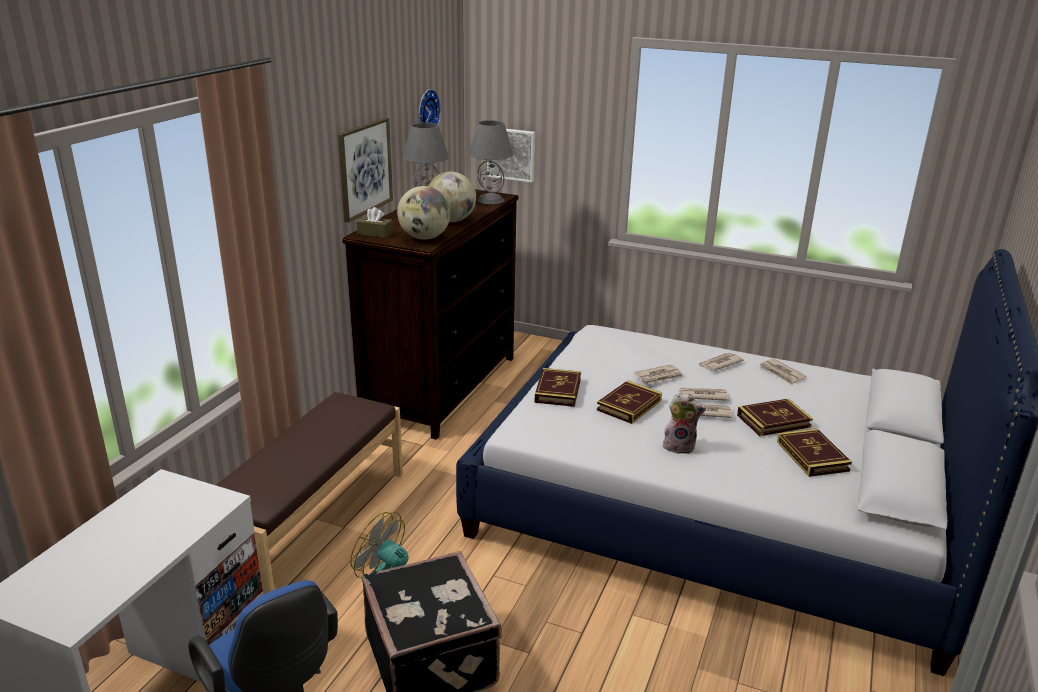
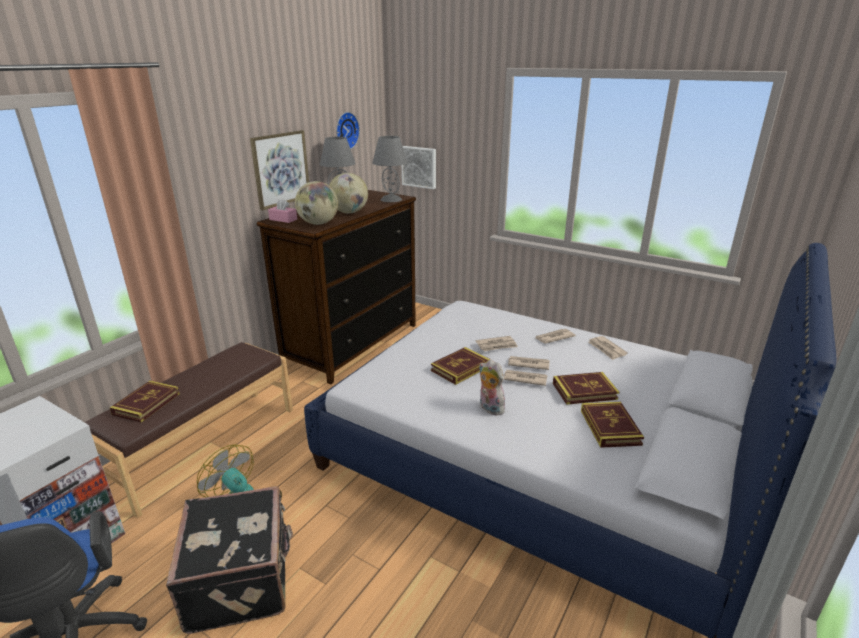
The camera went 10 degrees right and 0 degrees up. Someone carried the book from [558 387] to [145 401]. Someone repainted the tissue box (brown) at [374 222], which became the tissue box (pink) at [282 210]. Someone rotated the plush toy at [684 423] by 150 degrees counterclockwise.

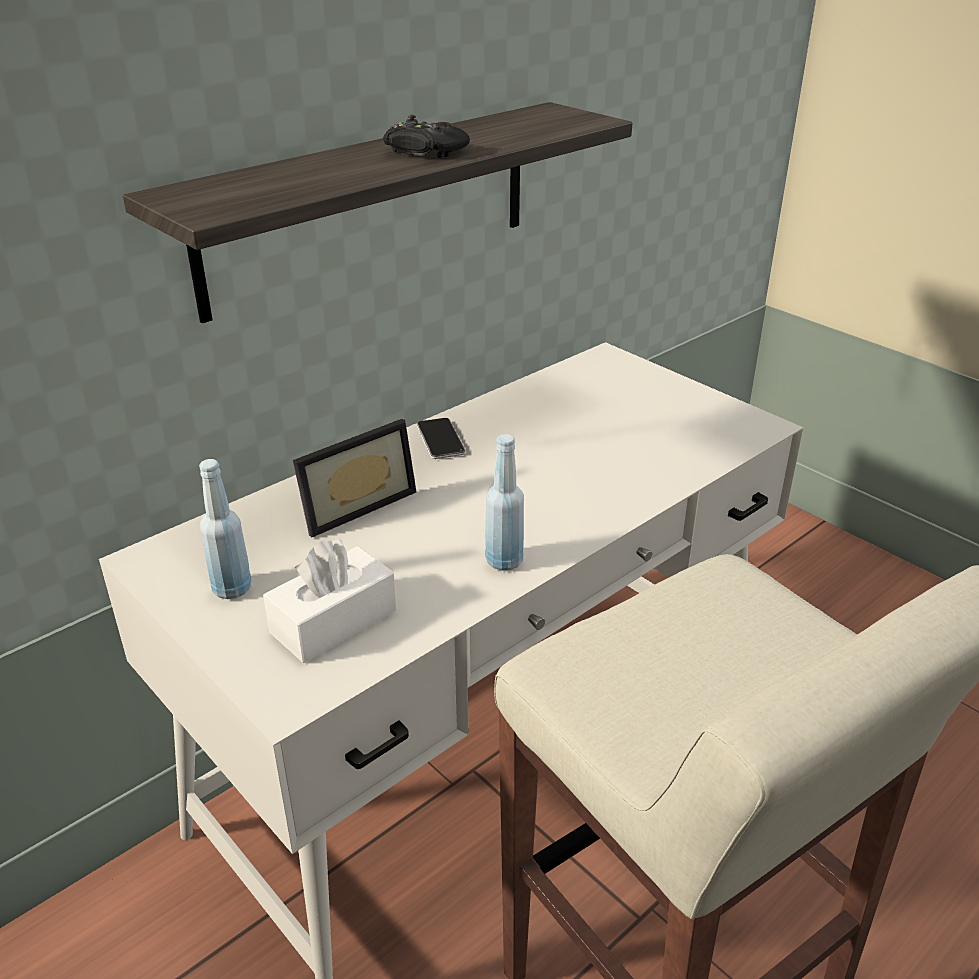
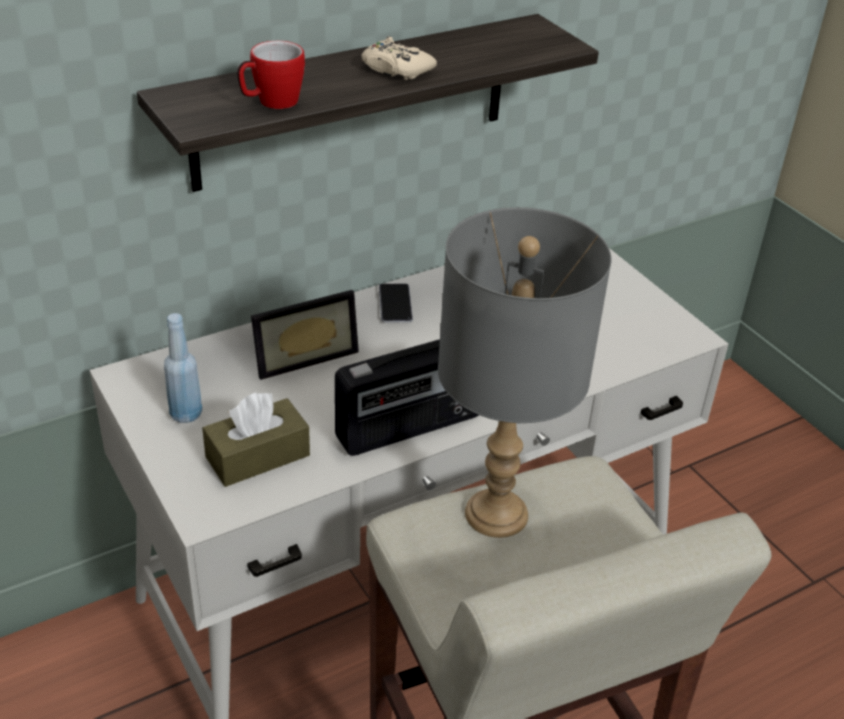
The camera went 10 degrees right and 5 degrees up. Someone repainted the tissue box (white) at [329 601], which became the tissue box (brown) at [256 440]. Someone put down the mug at [271 75]. Someone swapped the bottle (blue) at [504 502] for the radio at [407 397]. Someone repainted the game controller (black) at [426 136], which became the game controller (beige) at [399 58]. Someone put down the table lamp (grey) at [525 372].

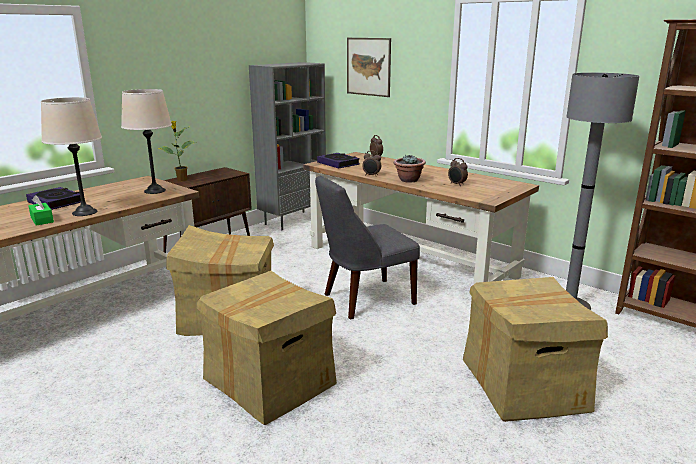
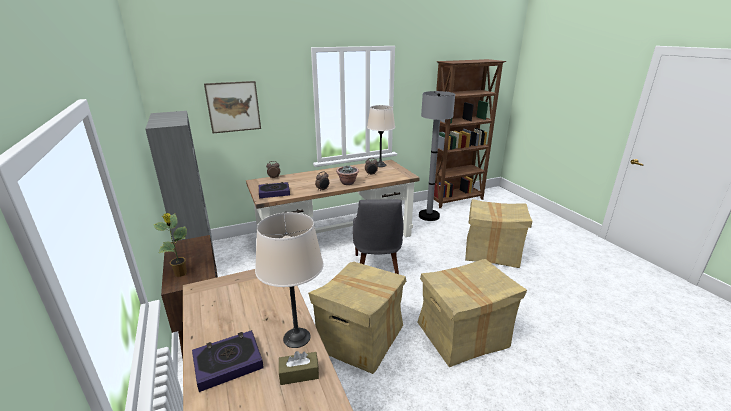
The camera went 65 degrees left and 5 degrees up. Someone repainted the tissue box (green) at [41 210], which became the tissue box (brown) at [299 368]. Someone carried the table lamp (beige) from [146 141] to [381 136].

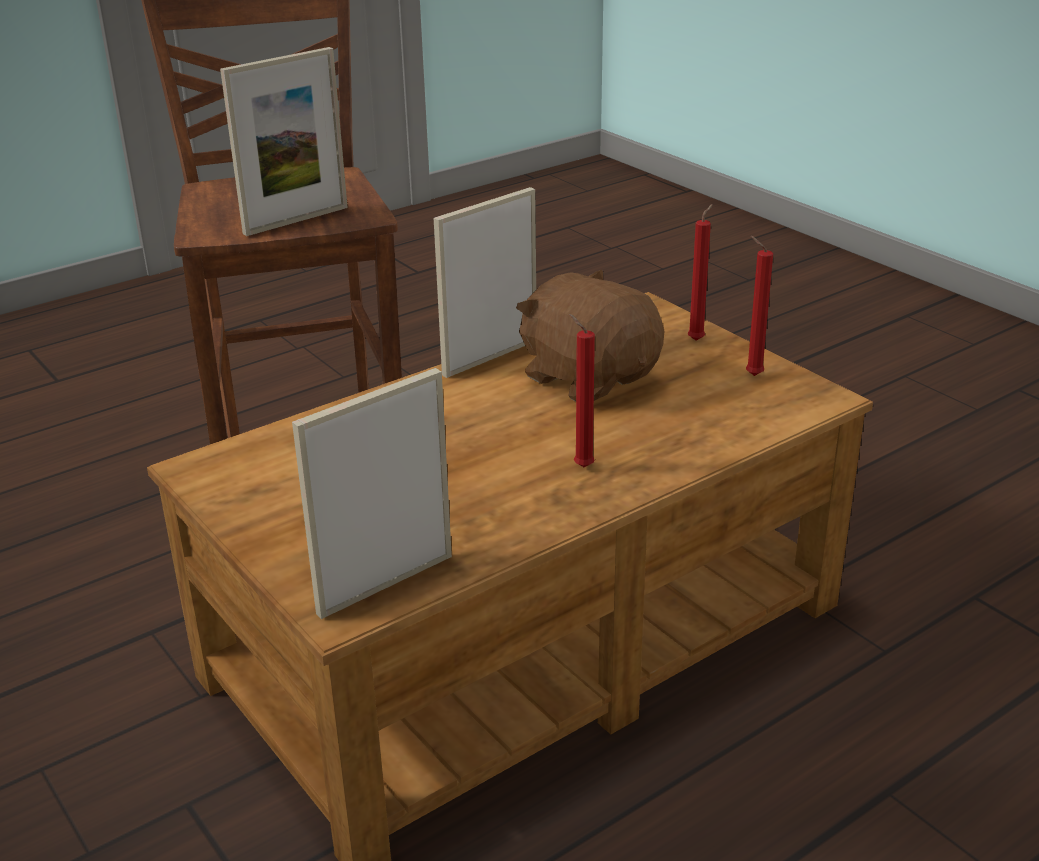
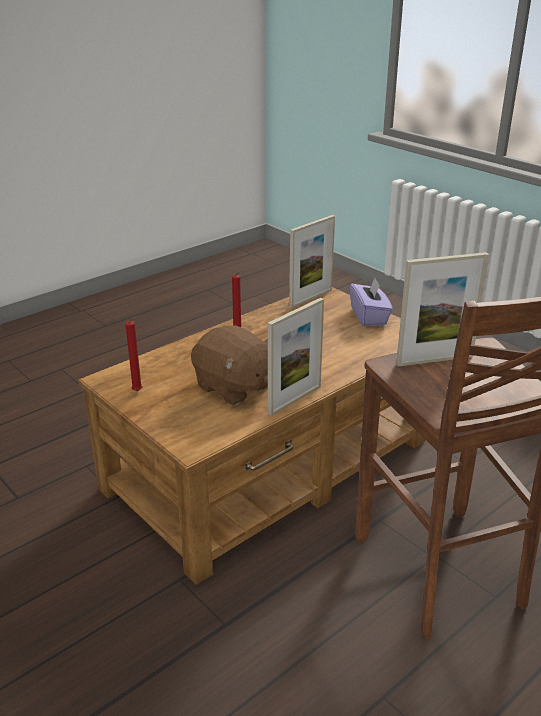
The camera went 175 degrees right and 0 degrees up. Someone put down the tissue box (purple) at [371 302]. Someone rotated the picture frame at [284 141] by 150 degrees counterclockwise. Someone took away the candle (red) at [700 272].

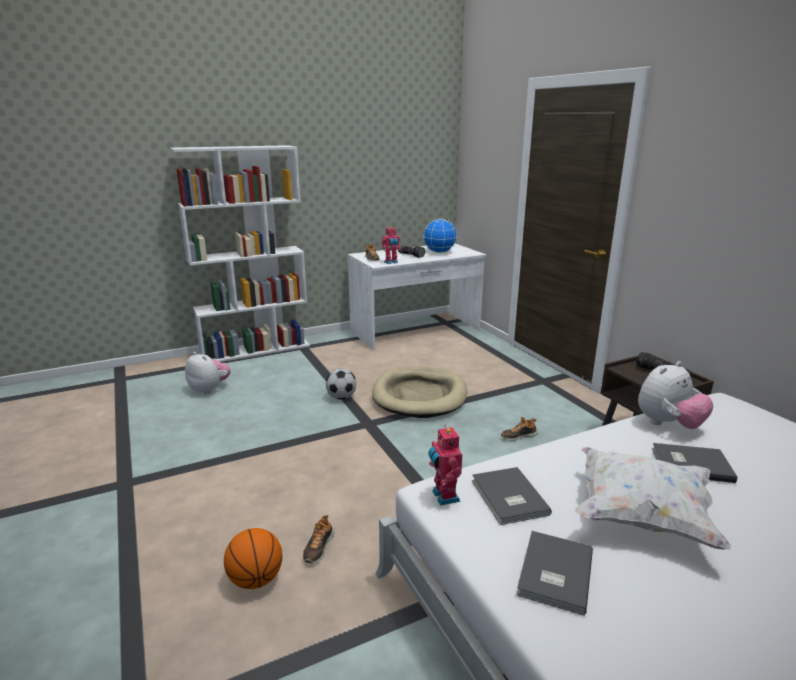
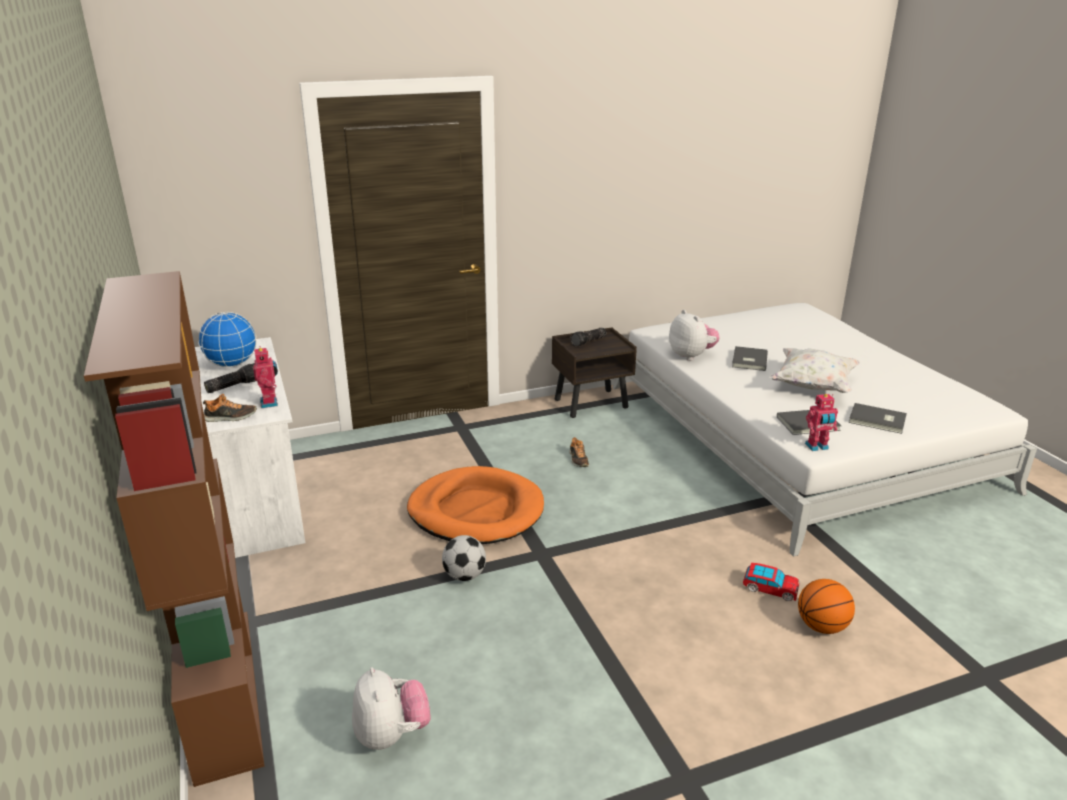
The camera went 85 degrees left and 5 degrees up. Someone repainted the bookcase (white) at [240 253], which became the bookcase (brown) at [174 529]. Someone rotated the plush toy at [208 373] by 120 degrees clockwise. Someone repainted the dog bed (beige) at [419 392], which became the dog bed (orange) at [475 505]. Someone swapped the shoe at [319 539] for the toy car at [771 582].

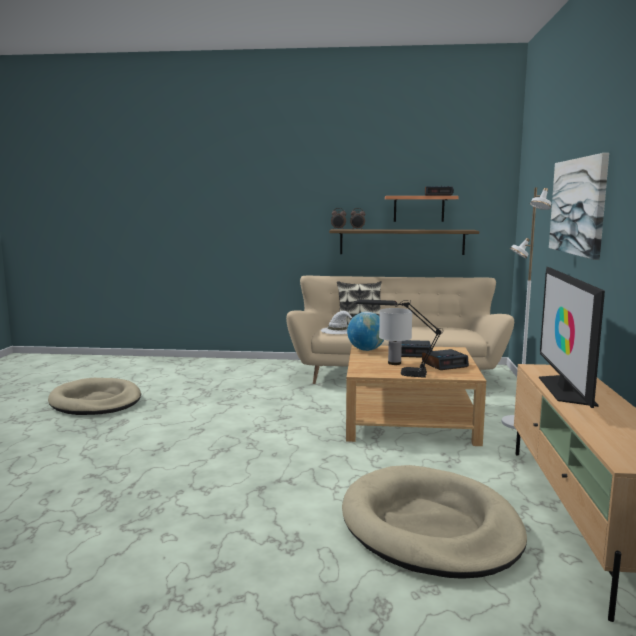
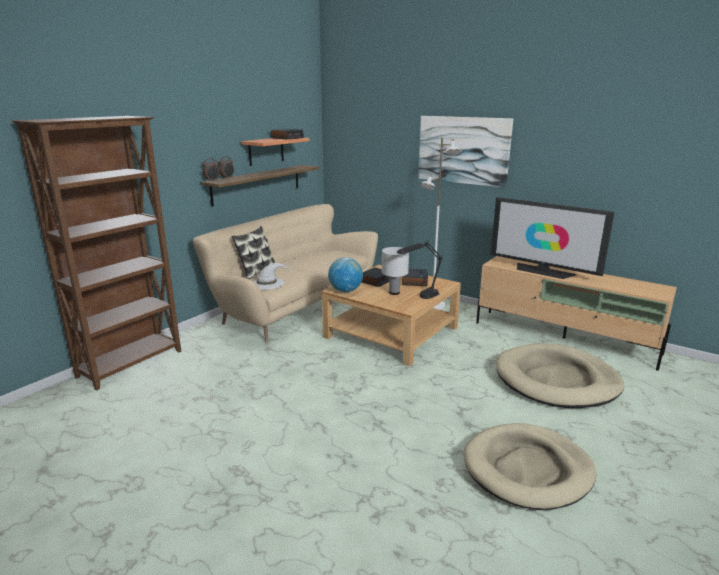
The camera went 60 degrees left and 10 degrees up. Someone put down the bookcase (brown) at [96 253]. Someone carried the dog bed (beige) from [94 396] to [530 466].

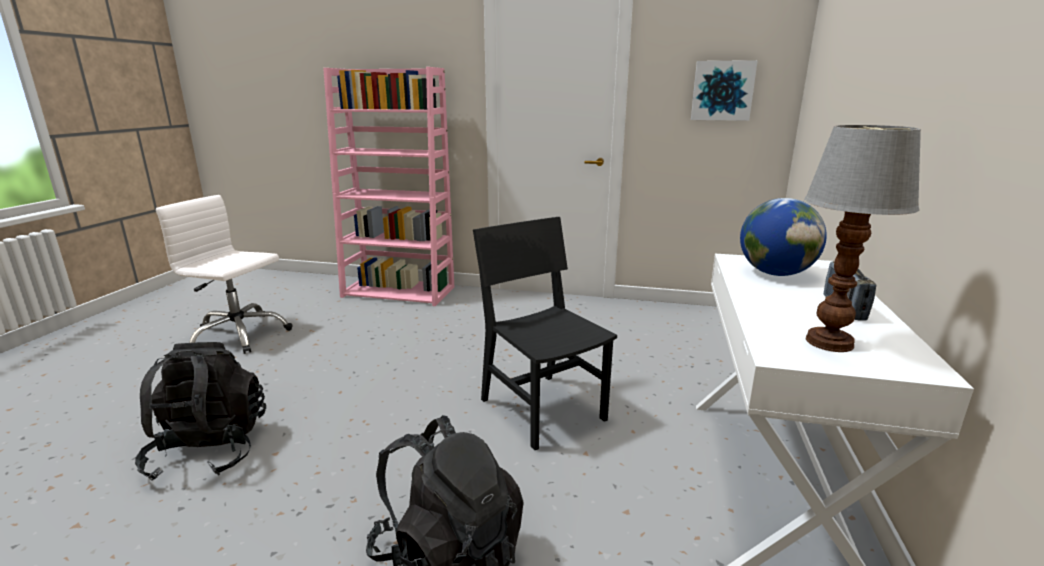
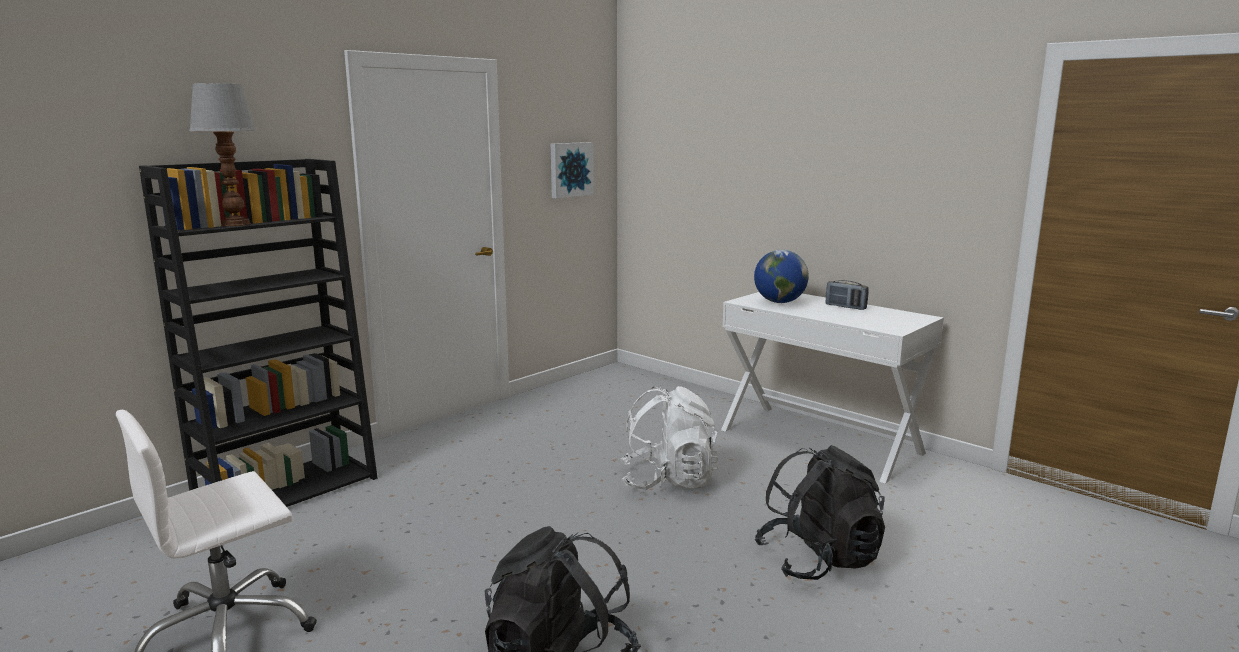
The camera went 60 degrees left and 5 degrees down. Someone repainted the bookcase (pink) at [388 186], which became the bookcase (black) at [258 333]. Someone carried the table lamp from [862 238] to [222 154]. Someone swapped the chair (black) at [545 333] for the backpack (white) at [669 438].

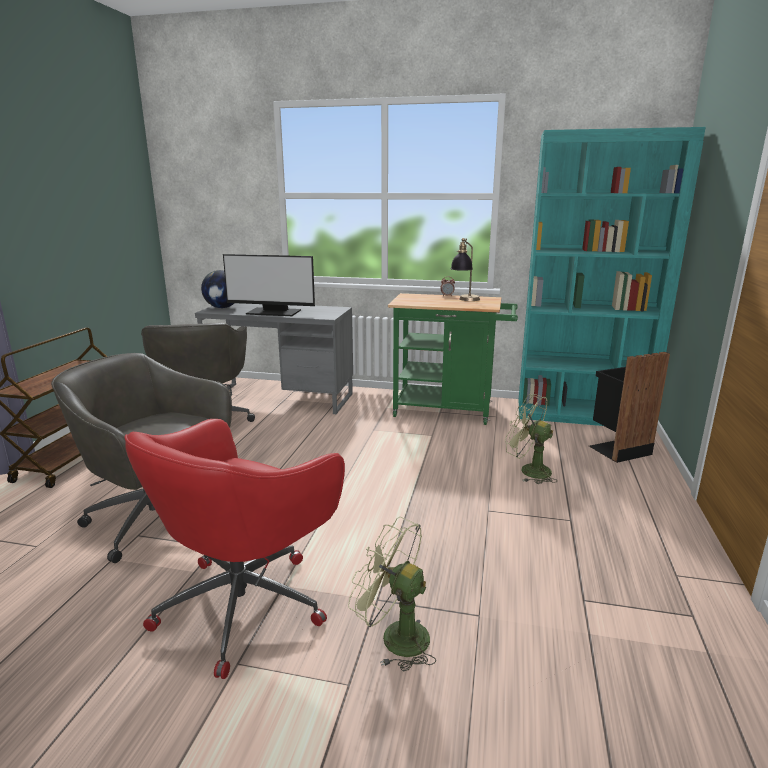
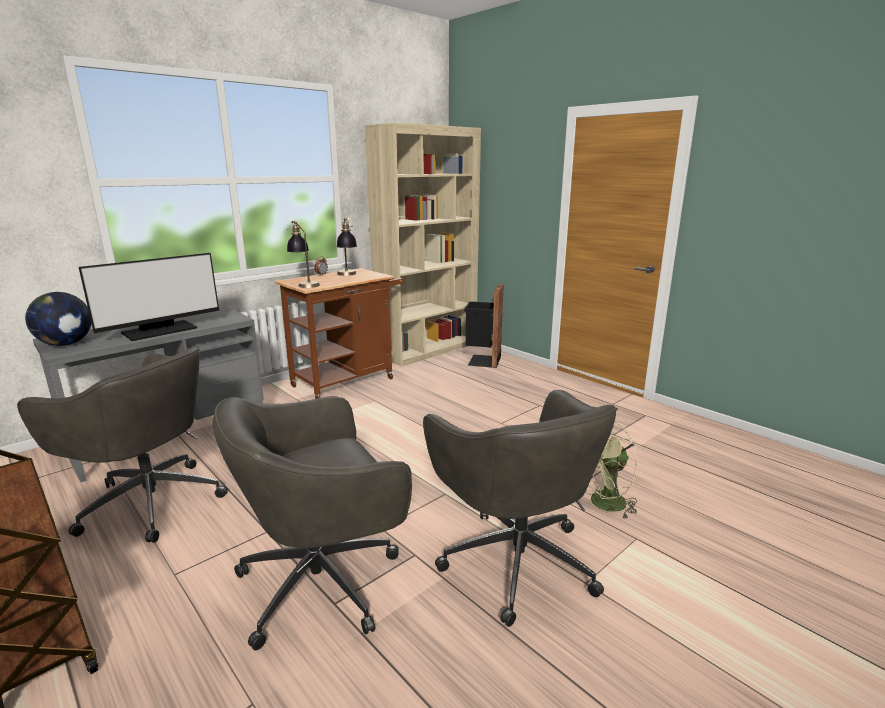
The camera went 55 degrees left and 0 degrees up. Someone repainted the cart (green) at [453 359], which became the cart (brown) at [339 333]. Someone put down the table lamp at [303 254]. Someone repainted the bookcase (turquoise) at [612 276], which became the bookcase (beige) at [423 245]. Someone repainted the office chair (red) at [234 549], which became the office chair (grey) at [520 508]. Someone took away the fan (green) at [531 439].

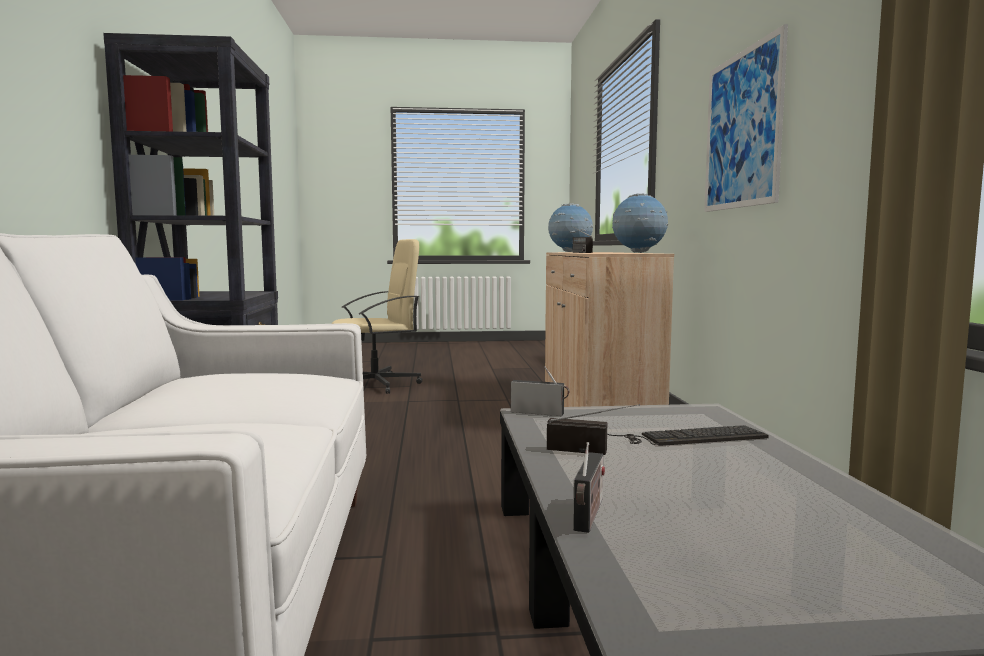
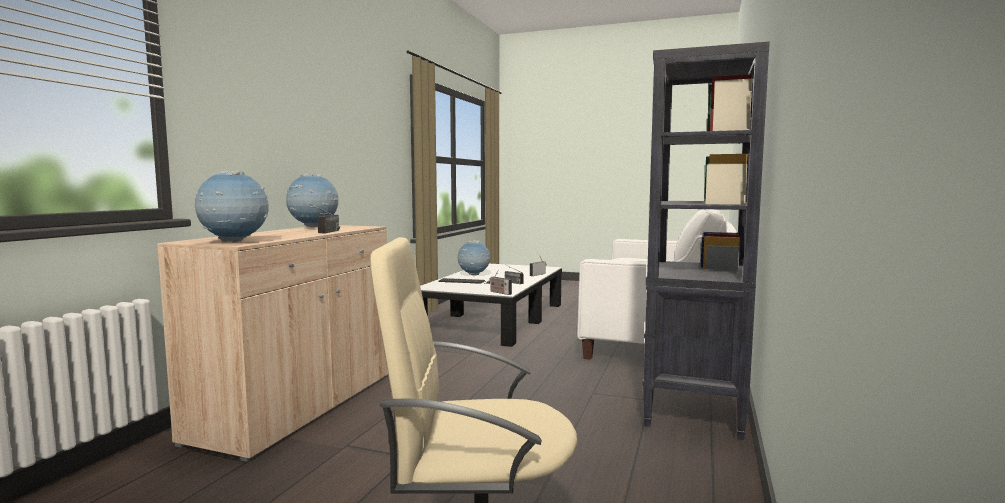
The camera went 155 degrees left and 0 degrees up. Someone put down the globe at [474 258]. Someone took away the picture at [746 118].

